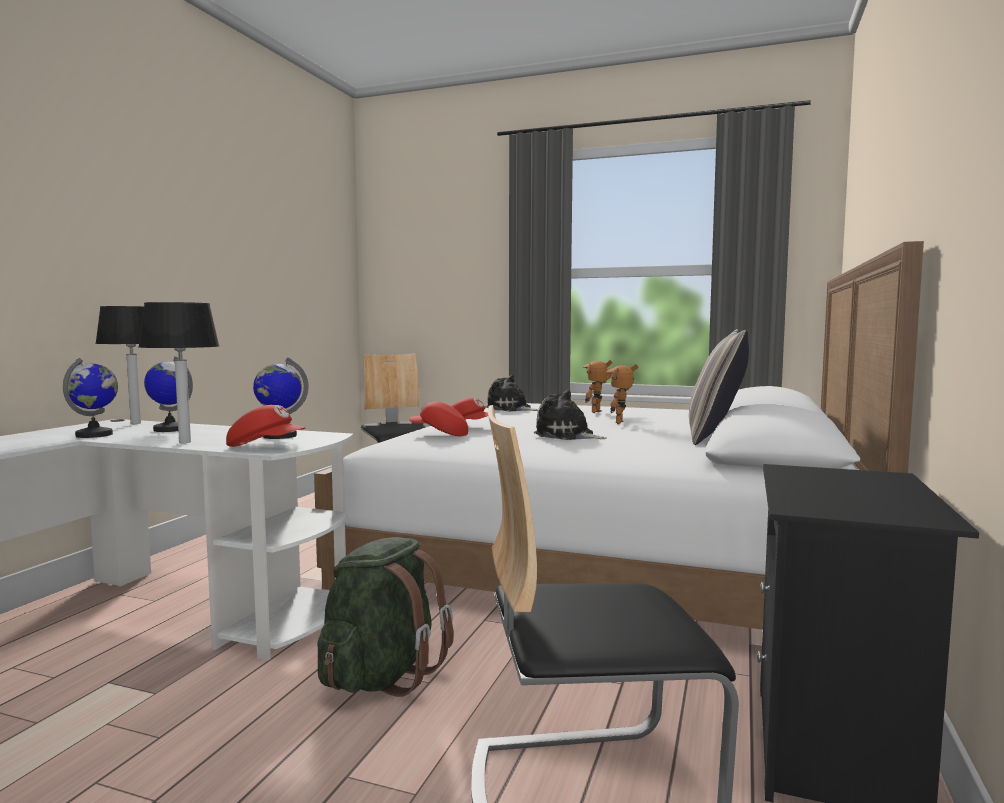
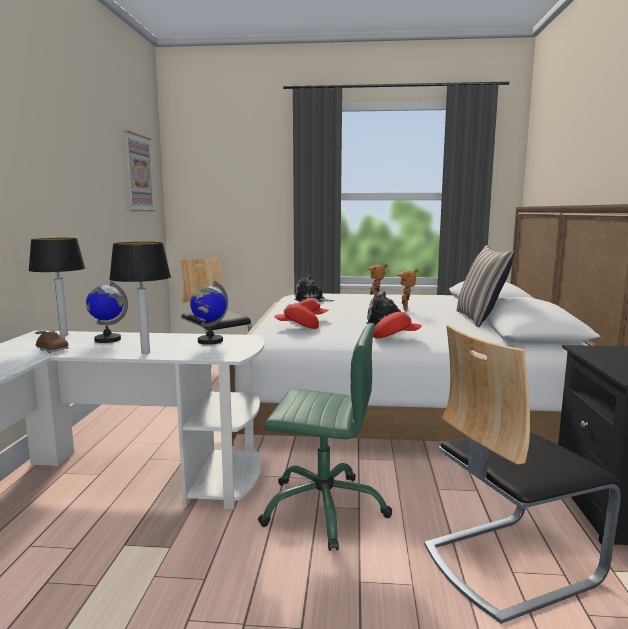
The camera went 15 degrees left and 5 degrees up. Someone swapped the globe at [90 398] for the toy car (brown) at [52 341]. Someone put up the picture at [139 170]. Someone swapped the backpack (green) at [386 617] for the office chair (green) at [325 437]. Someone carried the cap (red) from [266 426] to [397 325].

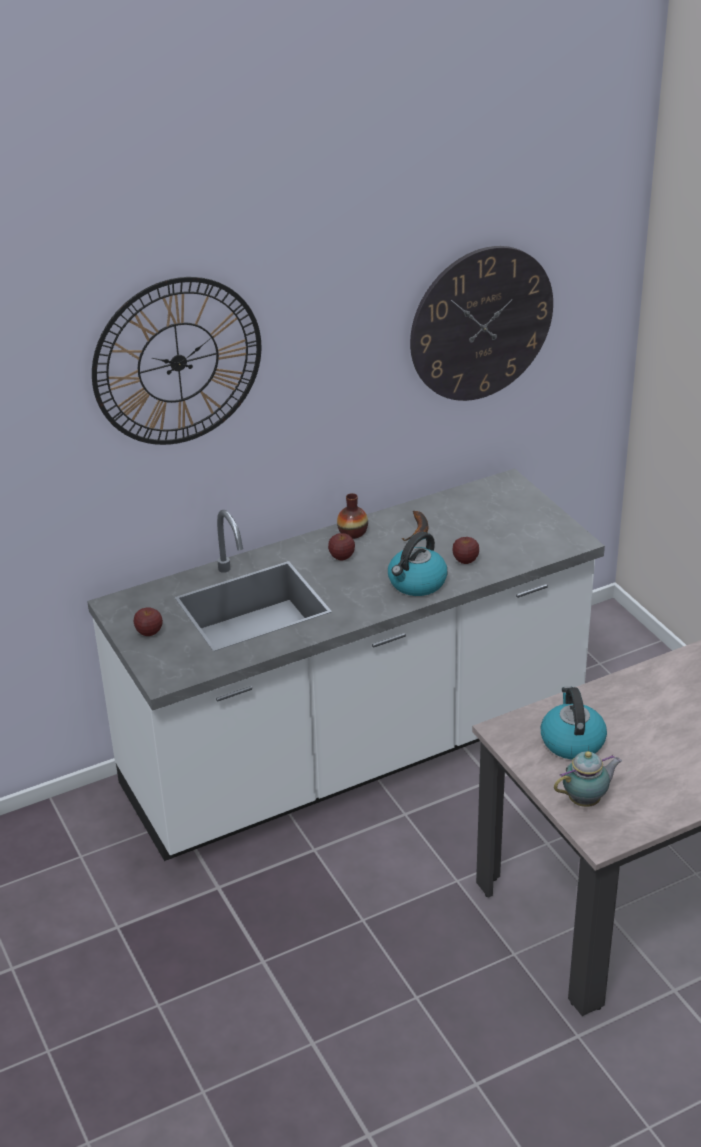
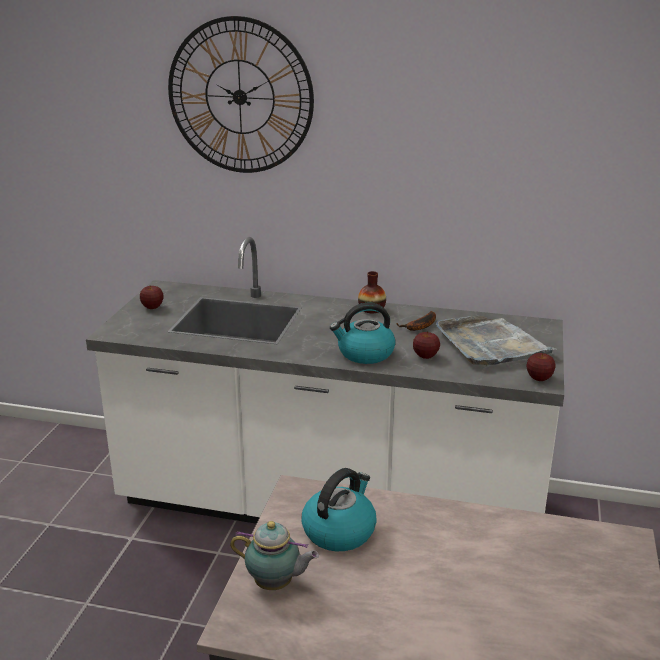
The camera went 40 degrees right and 10 degrees down. Someone put down the tray (grey) at [496 340]. Someone carried the apple from [341 546] to [540 367]. Someone took away the wall clock at [481 323].

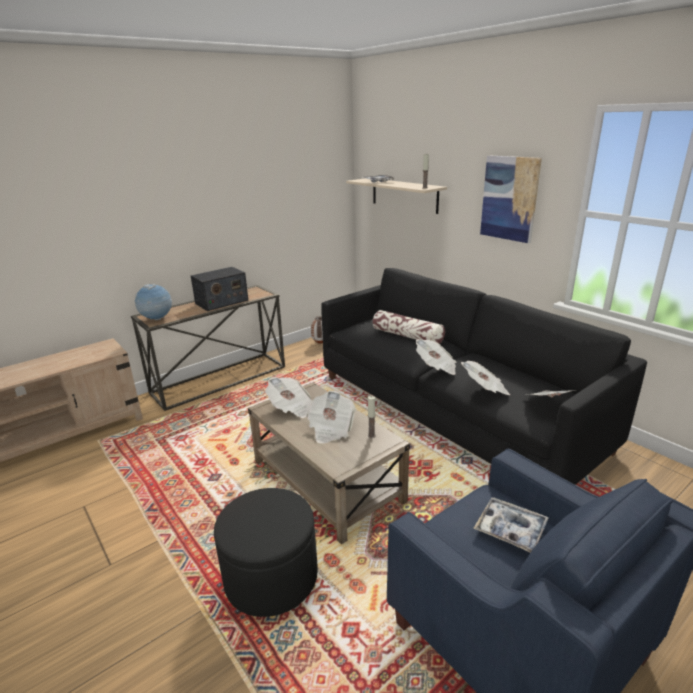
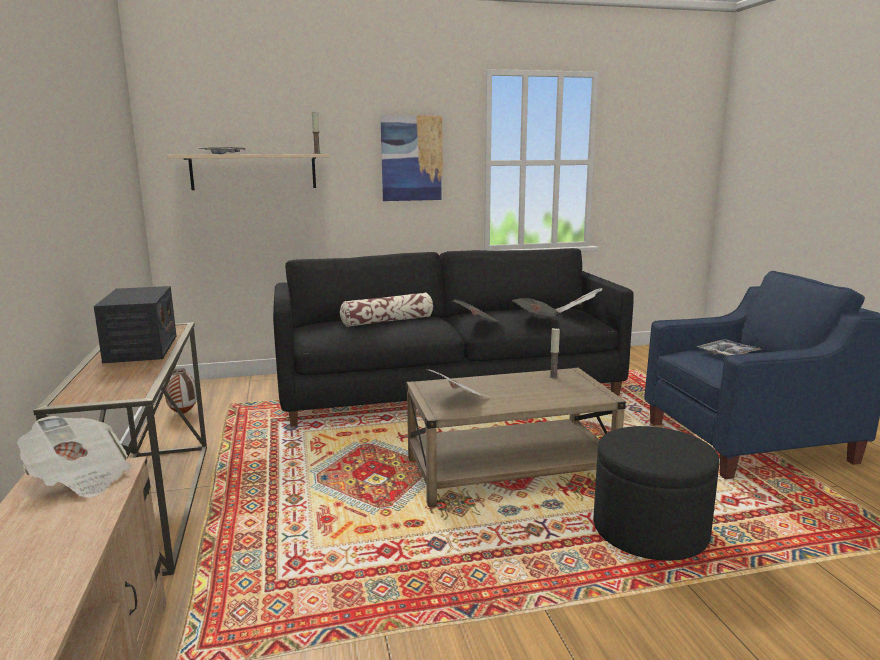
The camera went 65 degrees left and 10 degrees down. Someone carried the newspaper from [331 417] to [74 457]. Someone took away the globe at [153 302].

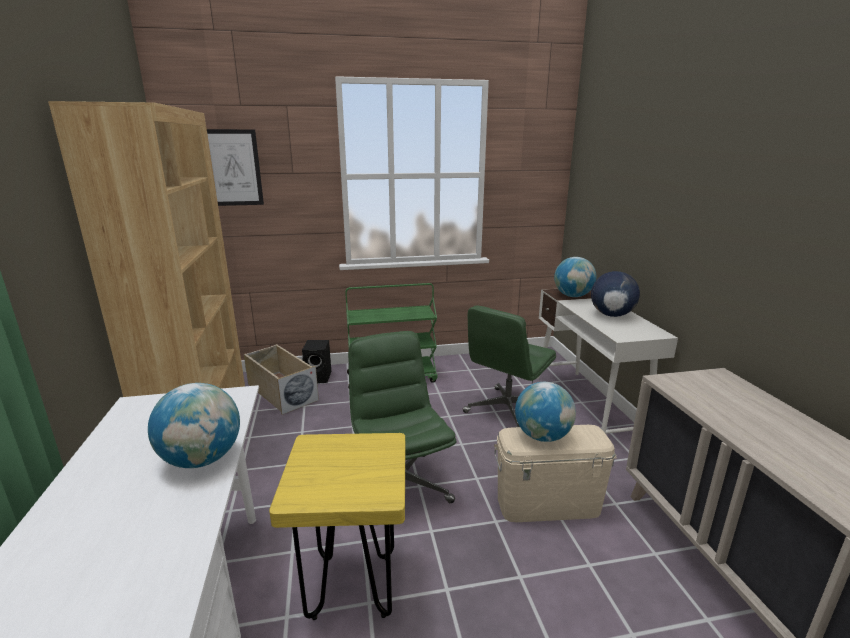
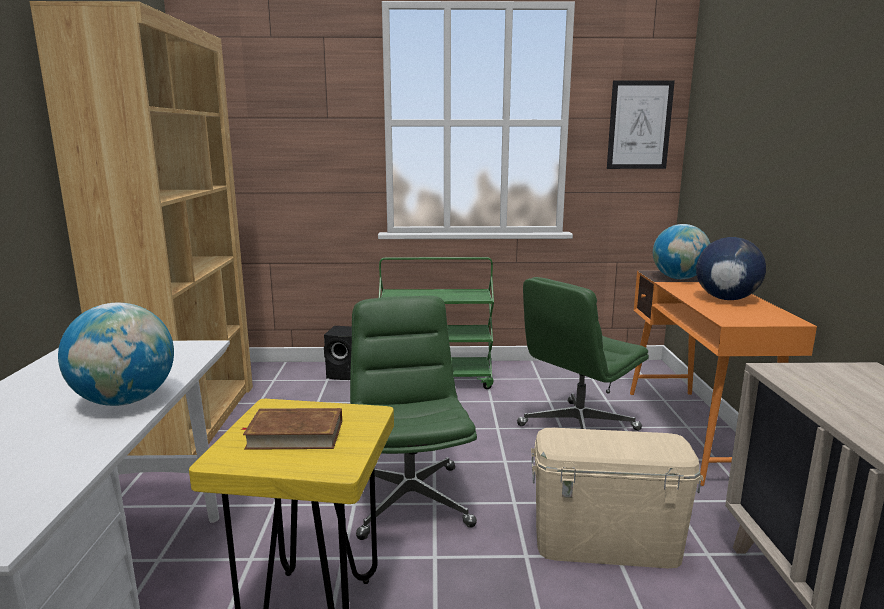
The camera went 10 degrees right and 5 degrees down. Someone put down the book (brown) at [291 429]. Someone carried the picture from [235 167] to [641 124]. Someone repainted the desk (white) at [607 361], which became the desk (orange) at [723 378]. Someone took away the storage box (beige) at [281 379]. Someone took away the globe at [545 412].

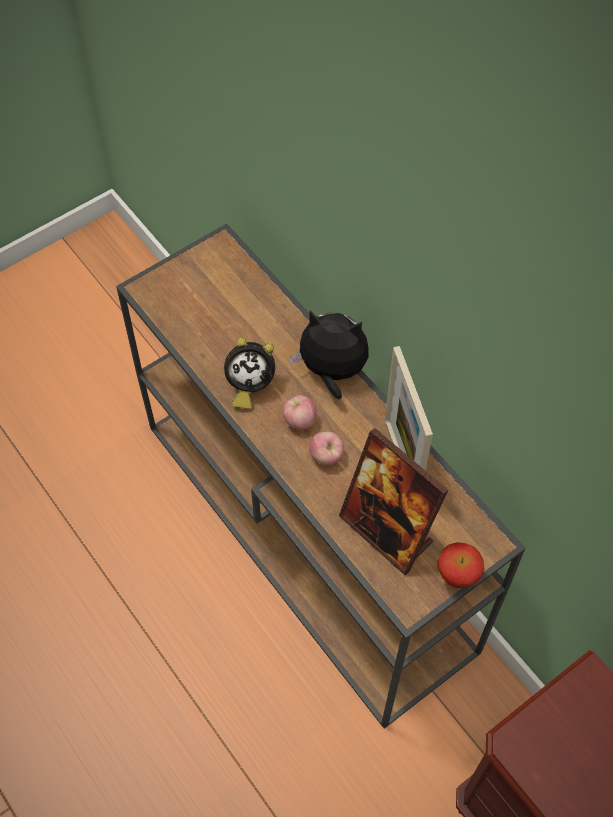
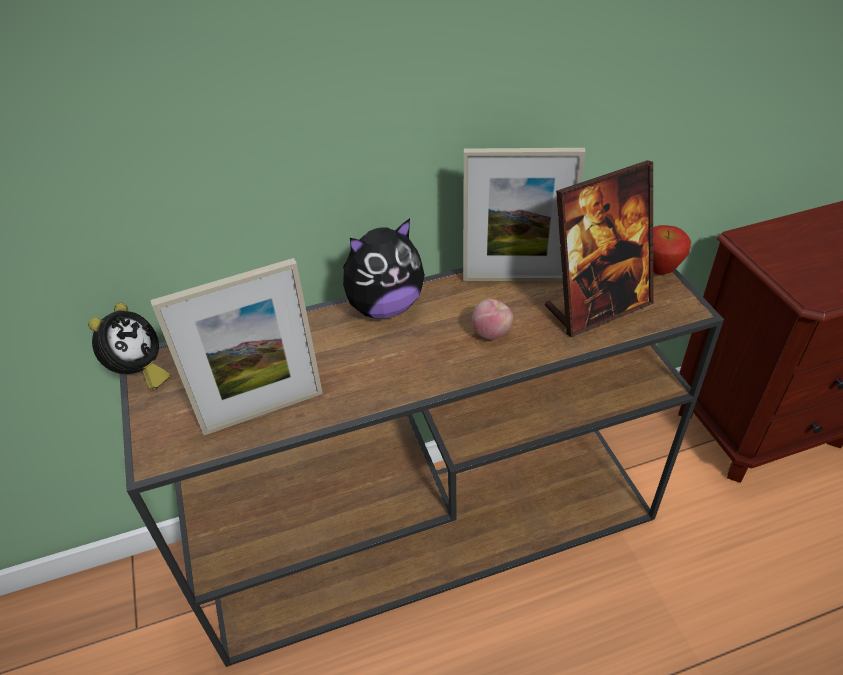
The camera went 70 degrees left and 15 degrees down. Someone carried the alarm clock from [249 373] to [129 346]. Someone put down the picture frame at [237 346]. Someone rotated the plush toy at [328 355] by 150 degrees counterclockwise. Someone took away the apple at [300 412].

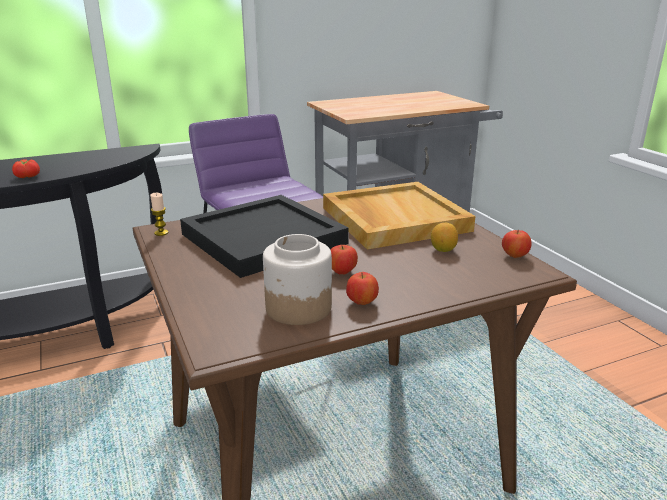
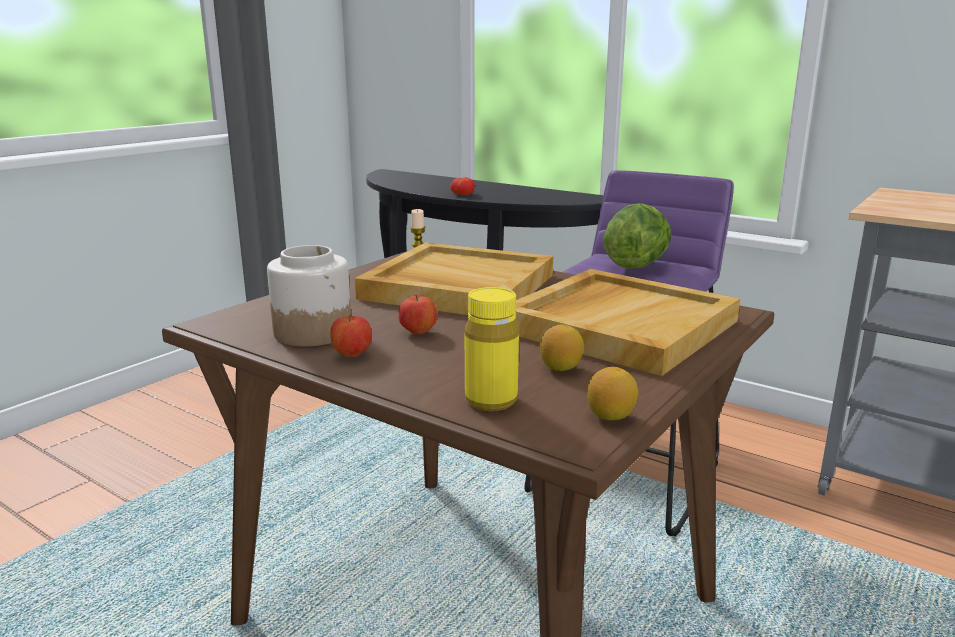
The camera went 60 degrees right and 5 degrees down. Someone repainted the tray (black) at [264 236], which became the tray (beige) at [454 279]. Someone put down the bottle (yellow) at [492 349]. Someone swapped the apple at [517 243] for the lemon at [612 394]. Someone put down the lettuce at [637 236].

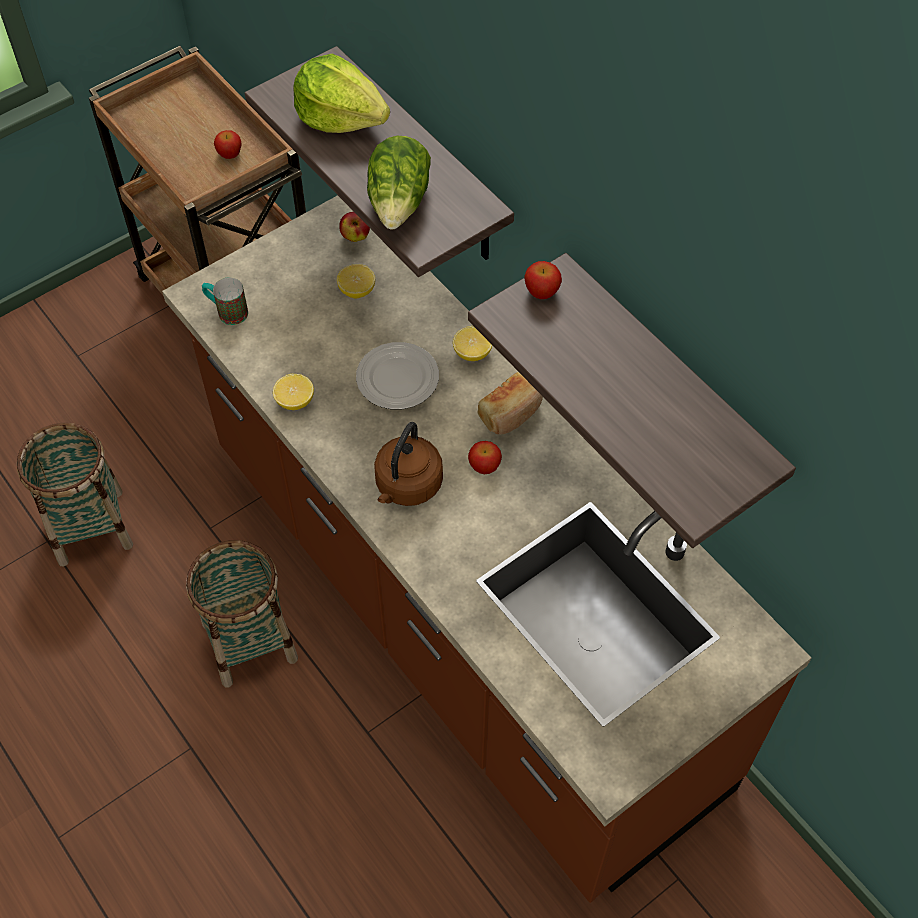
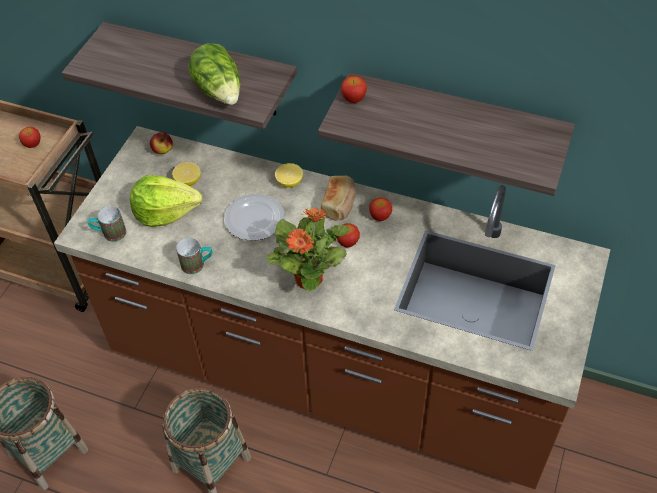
The camera went 30 degrees left and 5 degrees down. Someone carried the lettuce from [341 93] to [166 201]. Someone swapped the lemon at [293 392] for the mug at [194 256]. Someone swapped the kettle (brown) at [408 464] for the potted plant at [308 249]. Someone put down the apple at [380 209].

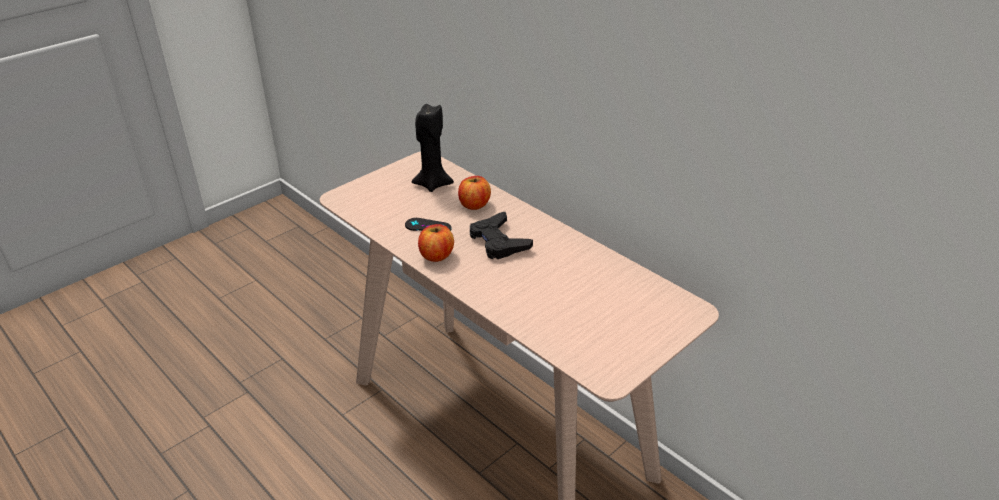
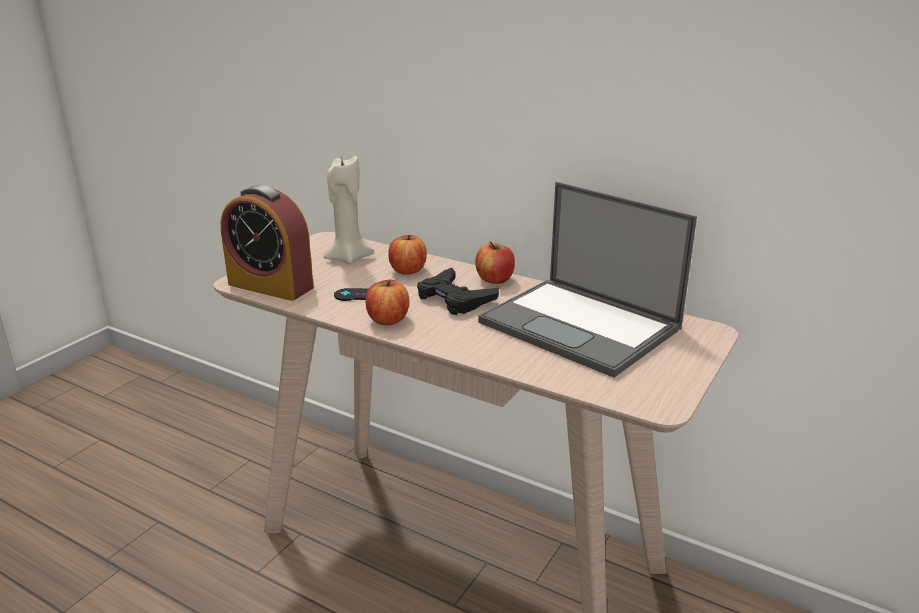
The camera went 15 degrees left and 10 degrees down. Someone put down the alarm clock at [267 243]. Someone repainted the candle (black) at [432 148], which became the candle (beige) at [348 210]. Someone put down the apple at [495 263]. Someone put down the laptop at [587 280].

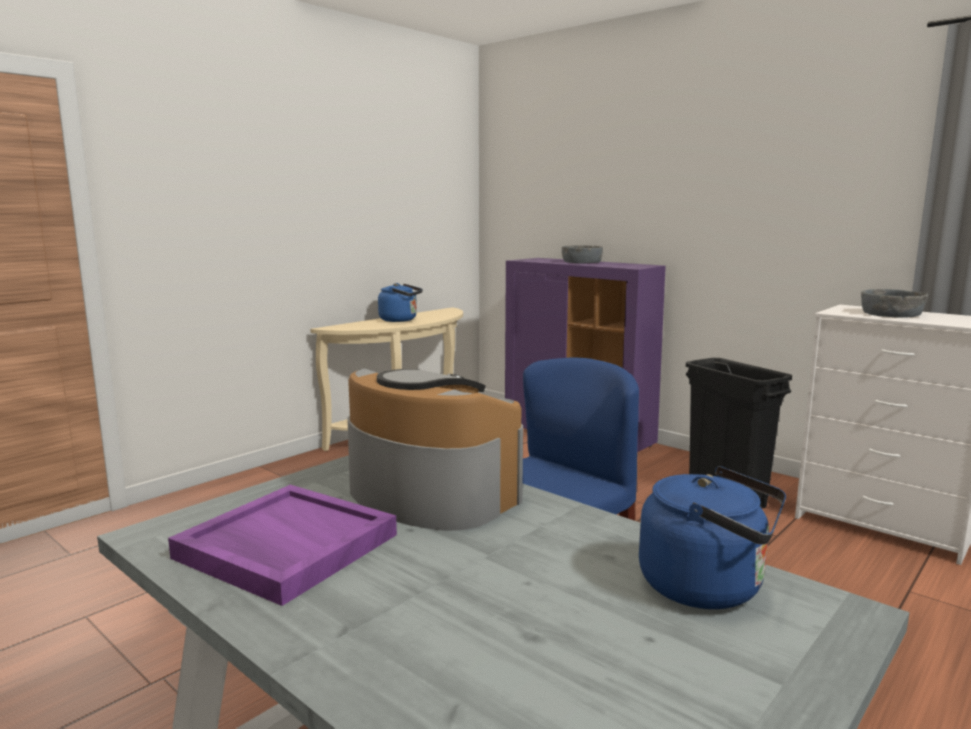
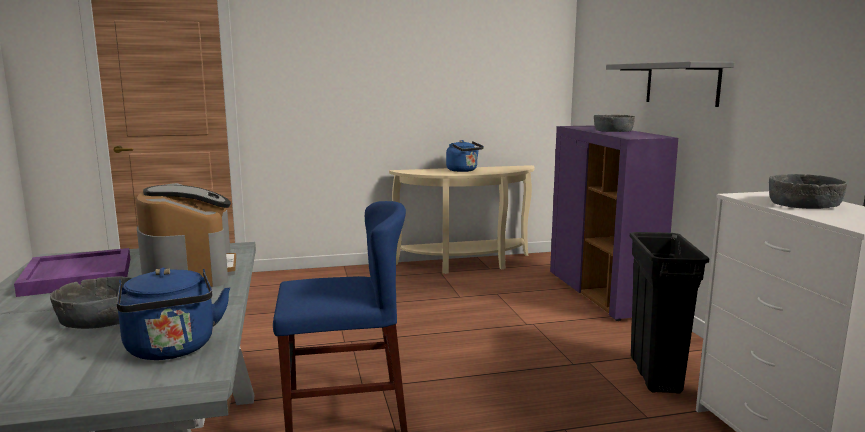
The camera went 35 degrees right and 0 degrees up. Someone put down the bowl (grey) at [91 303]. Someone put up the shelf (grey) at [670 84].

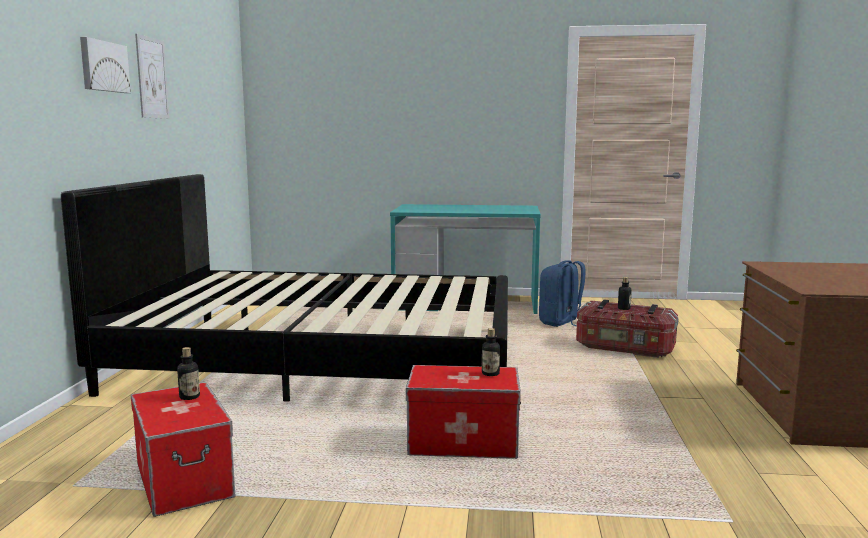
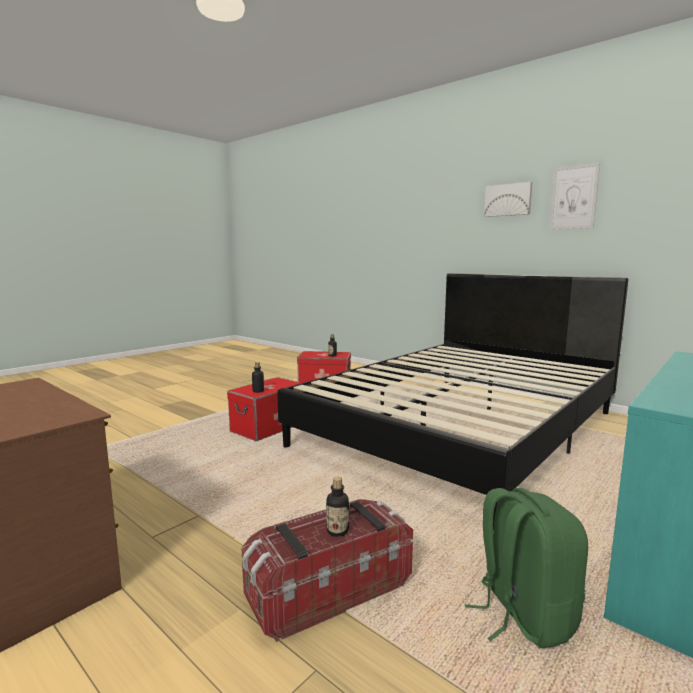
The camera went 125 degrees right and 0 degrees up. Someone repainted the backpack (blue) at [562 293], which became the backpack (green) at [526 568].

